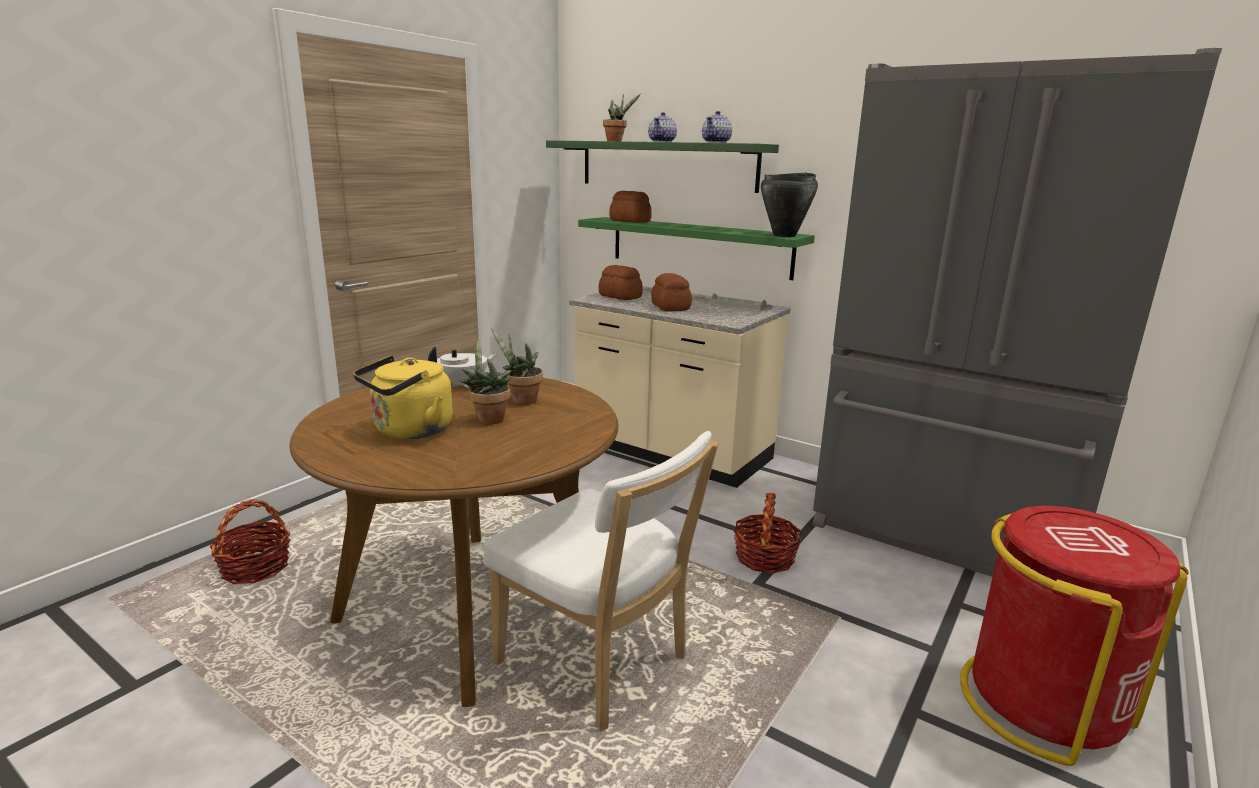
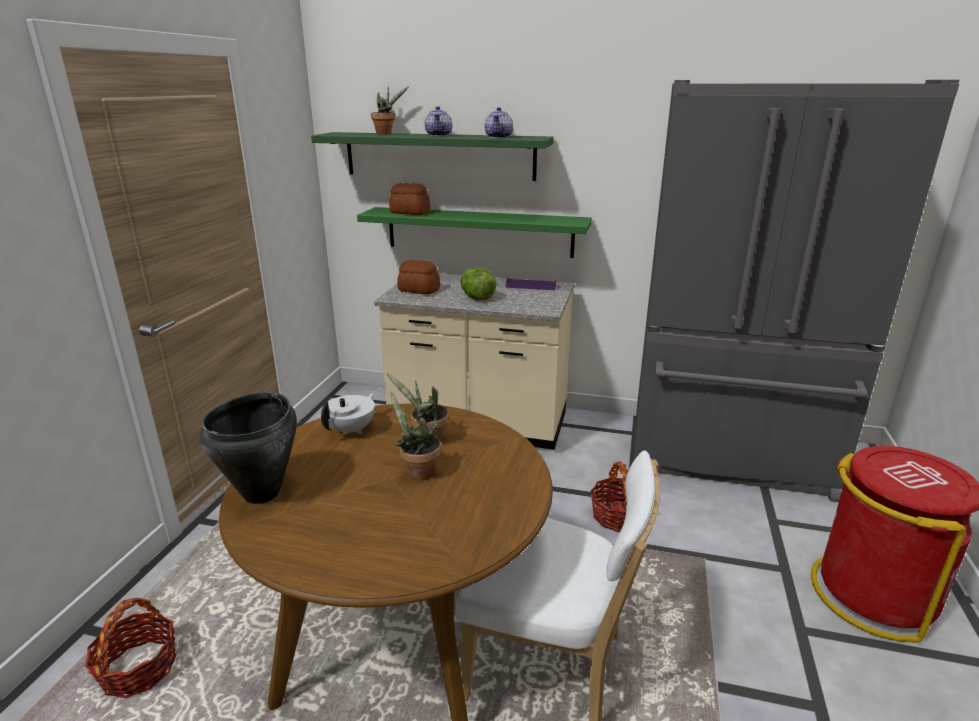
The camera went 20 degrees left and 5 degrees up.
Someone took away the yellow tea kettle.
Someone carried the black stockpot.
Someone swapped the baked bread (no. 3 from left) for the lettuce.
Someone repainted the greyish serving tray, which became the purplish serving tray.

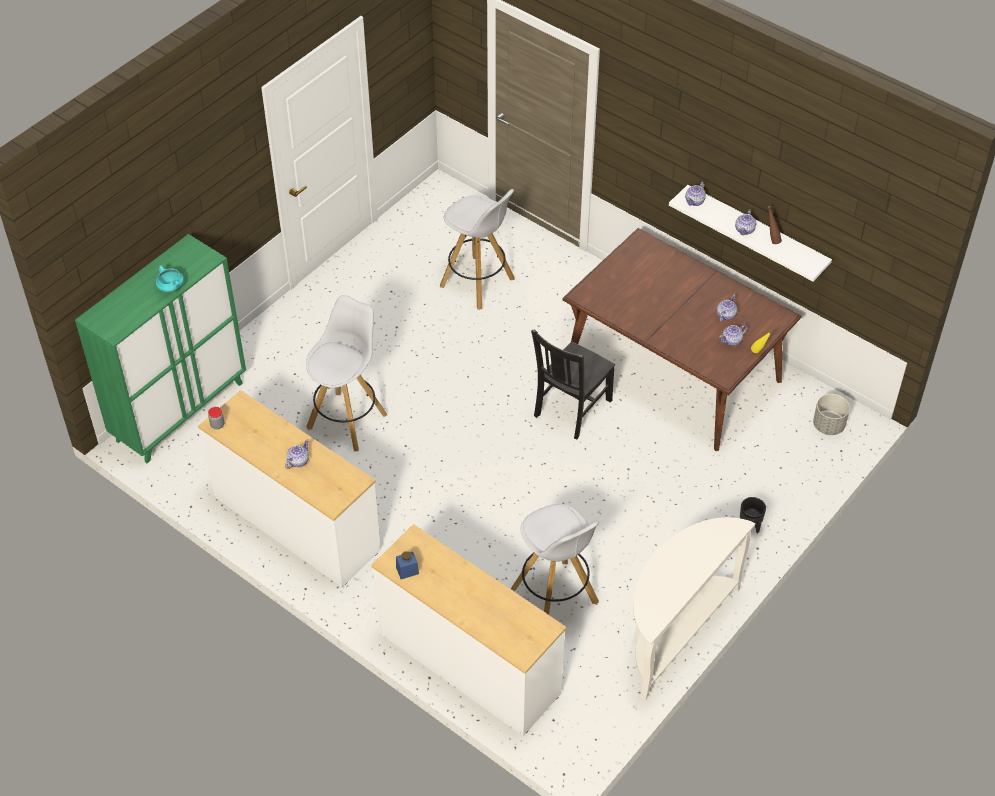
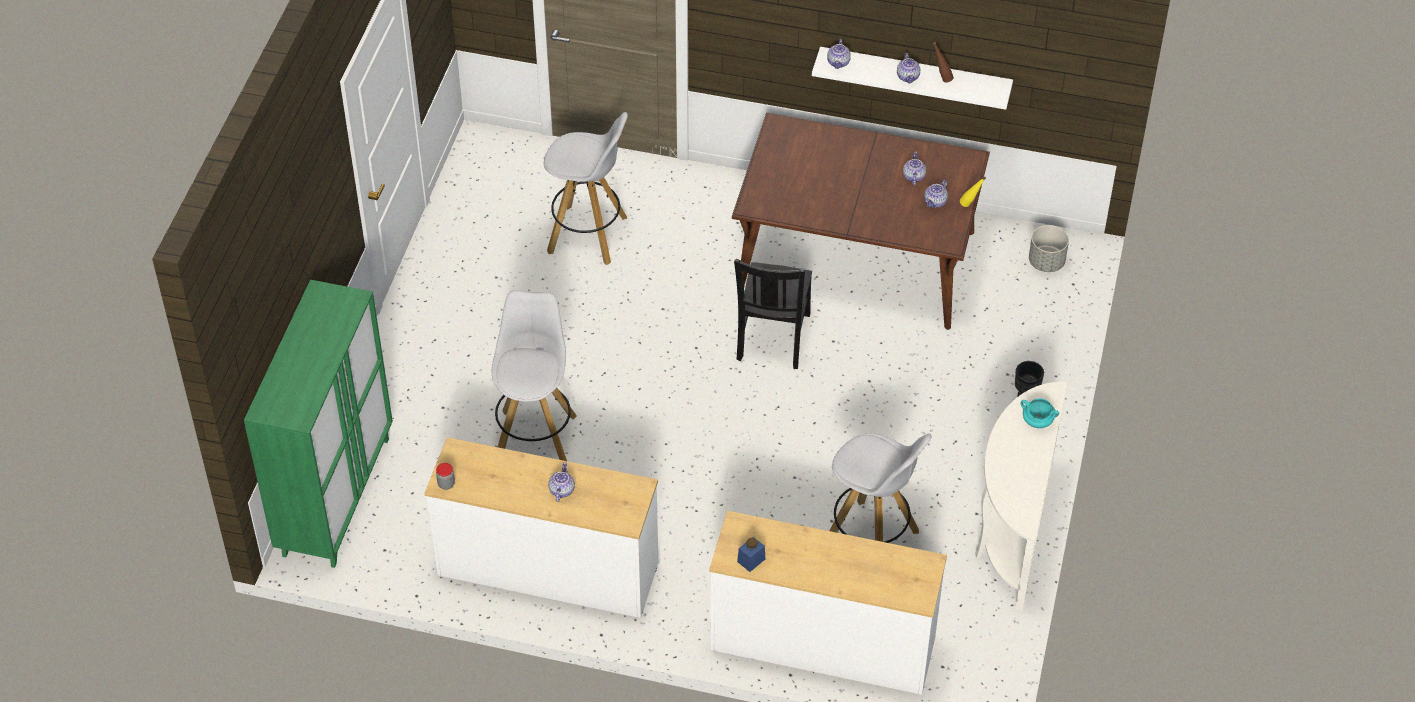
The camera went 25 degrees left and 0 degrees up.
Someone carried the turquoise stockpot.

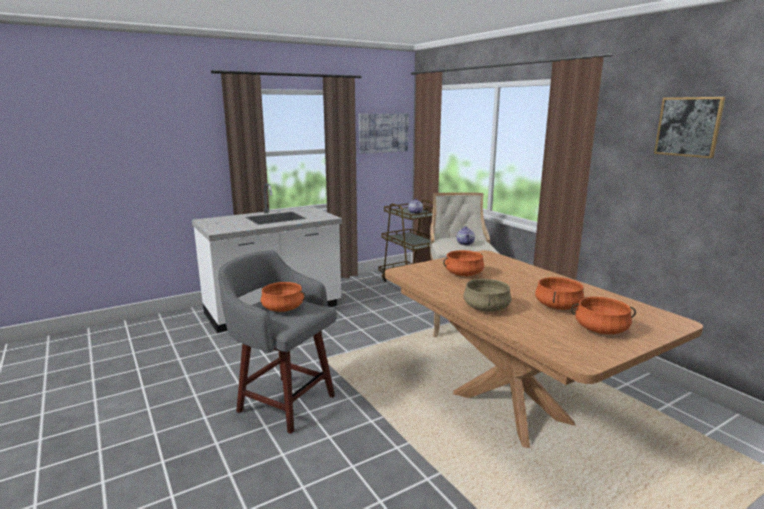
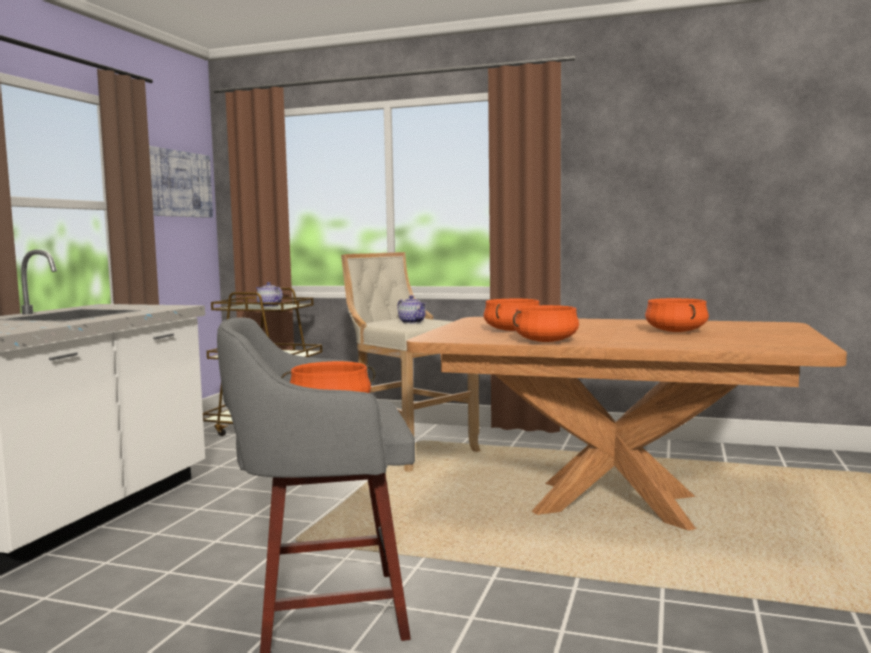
The camera went 40 degrees left and 10 degrees down.
Someone took away the beige stockpot.
Someone took away the picture (no. 2 from left).
Someone carried the orange stockpot (no. 4 from left in the first image).

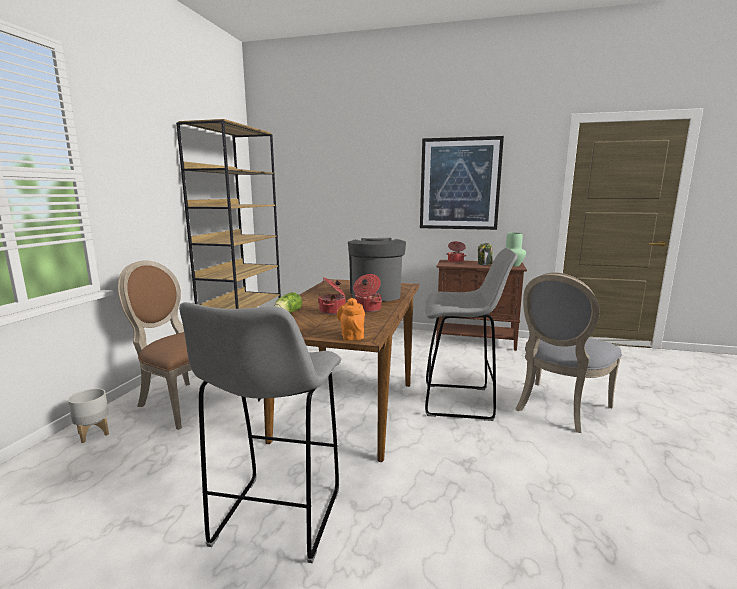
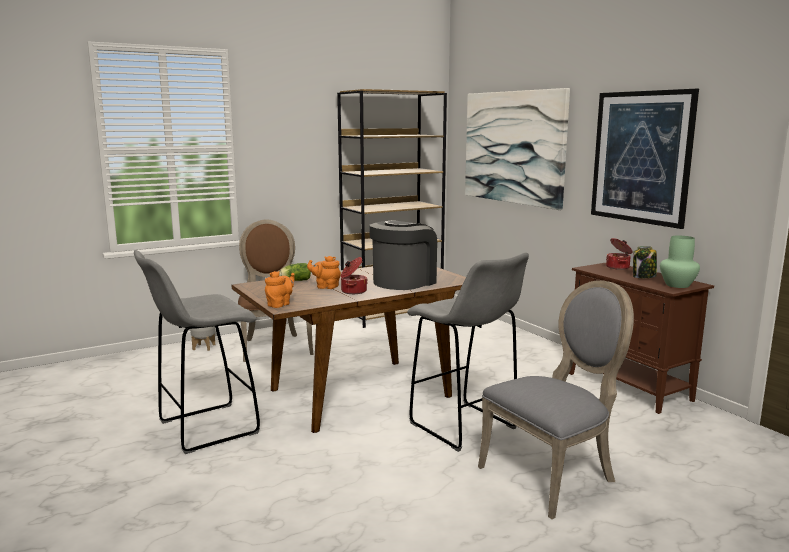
The camera went 45 degrees right and 0 degrees up.
Someone put up the picture (no. 1 from left).
Someone swapped the stockpot (no. 1 from left) for the orange tea pot (no. 2 from left).
Someone rotated the greyish chair by 150 degrees clockwise.

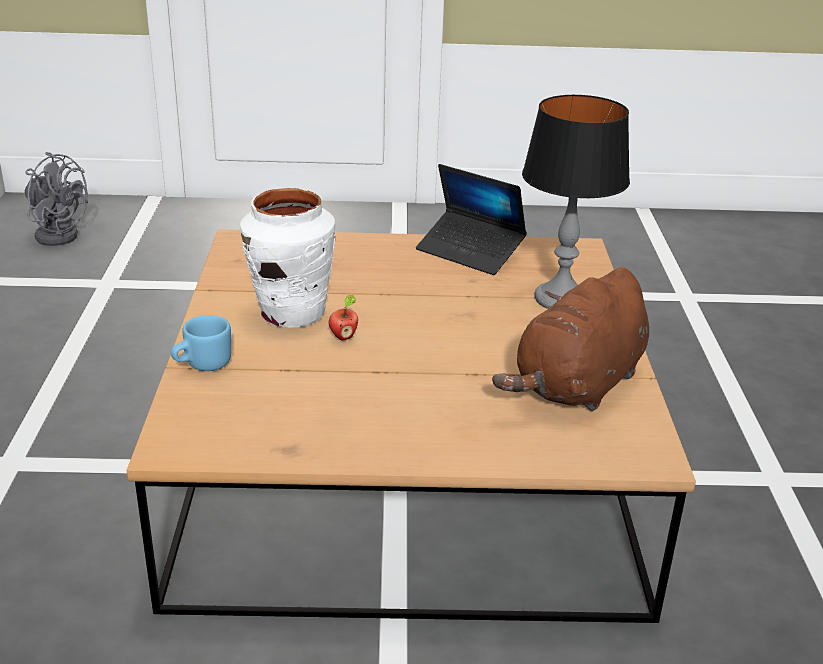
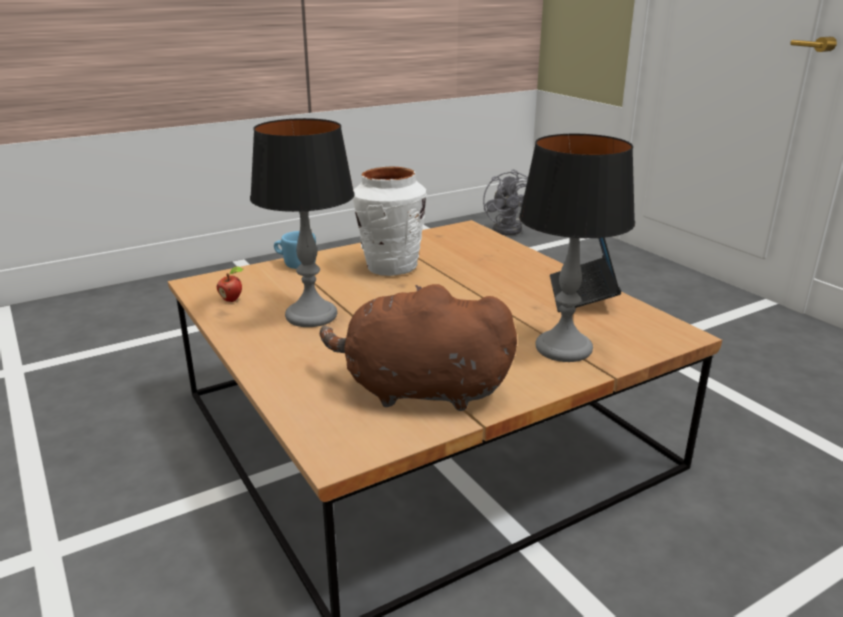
The camera went 60 degrees right and 5 degrees down.
Someone put down the table lamp (no. 1 from left).
Someone carried the apple fruit.

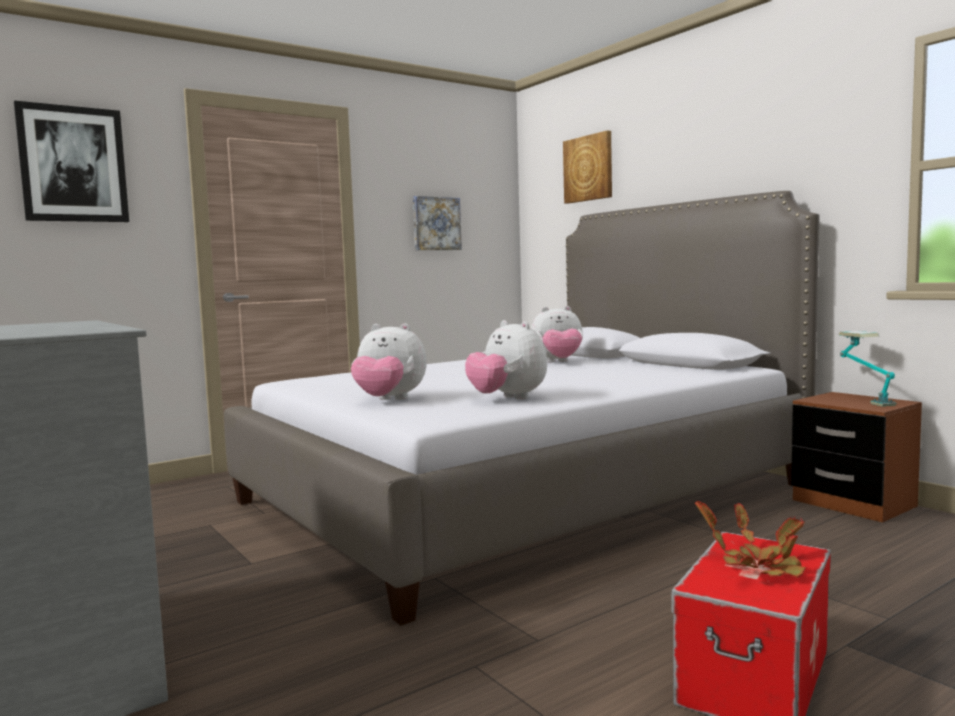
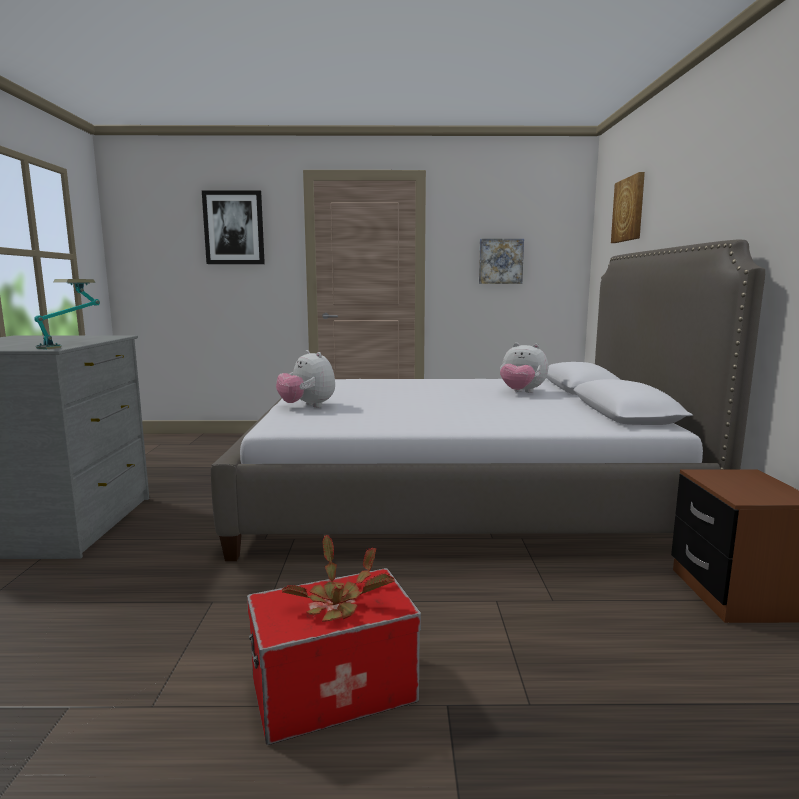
The camera went 35 degrees right and 5 degrees up.
Someone took away the plush toy (no. 2 from left).
Someone carried the table lamp.

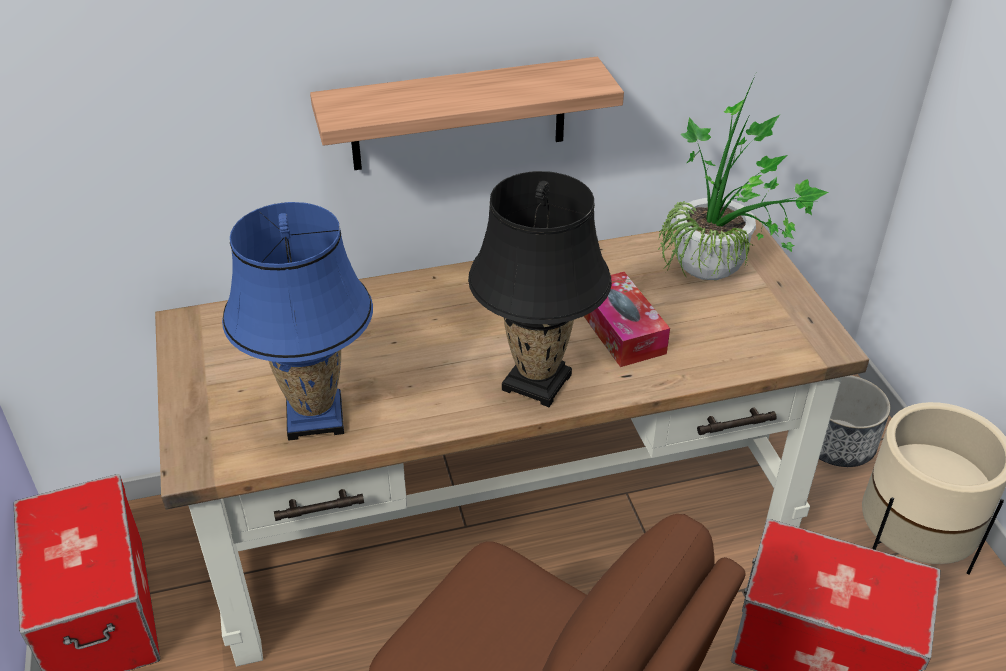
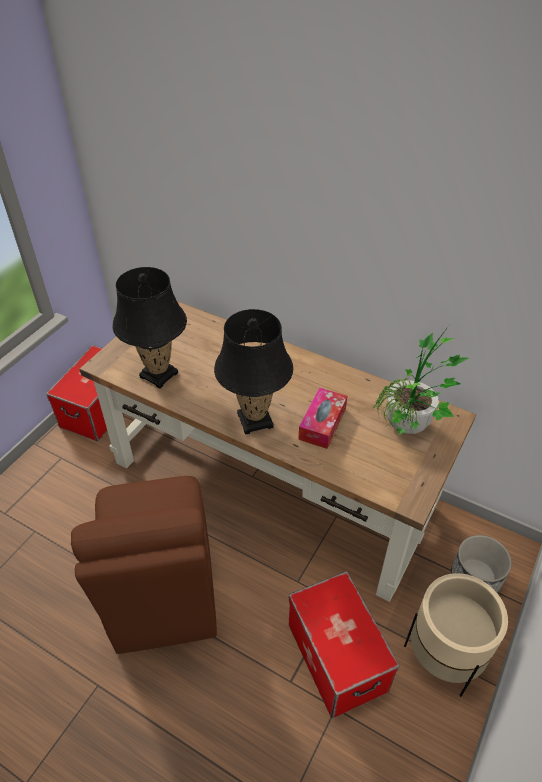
The camera went 45 degrees right and 5 degrees up.
Someone took away the shelf.
Someone repainted the blue-coloured table lamp, which became the black table lamp (no. 1 from left).

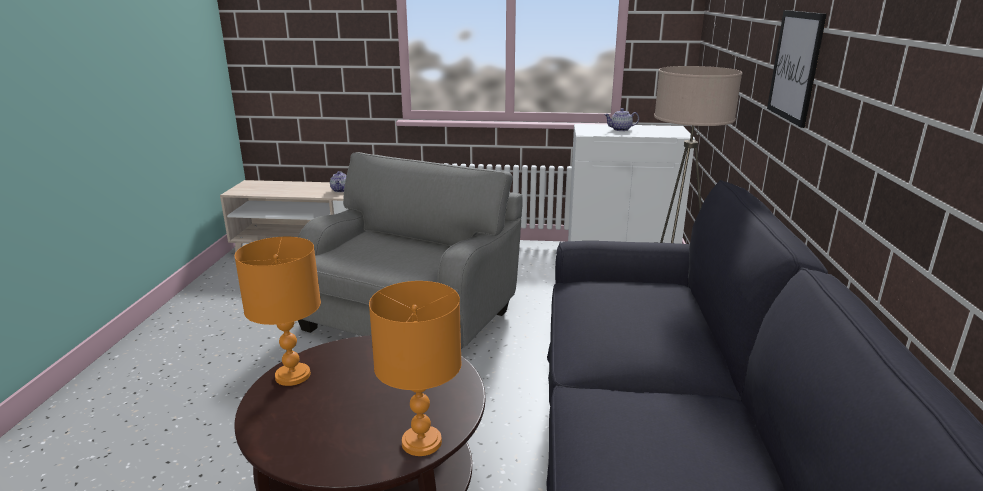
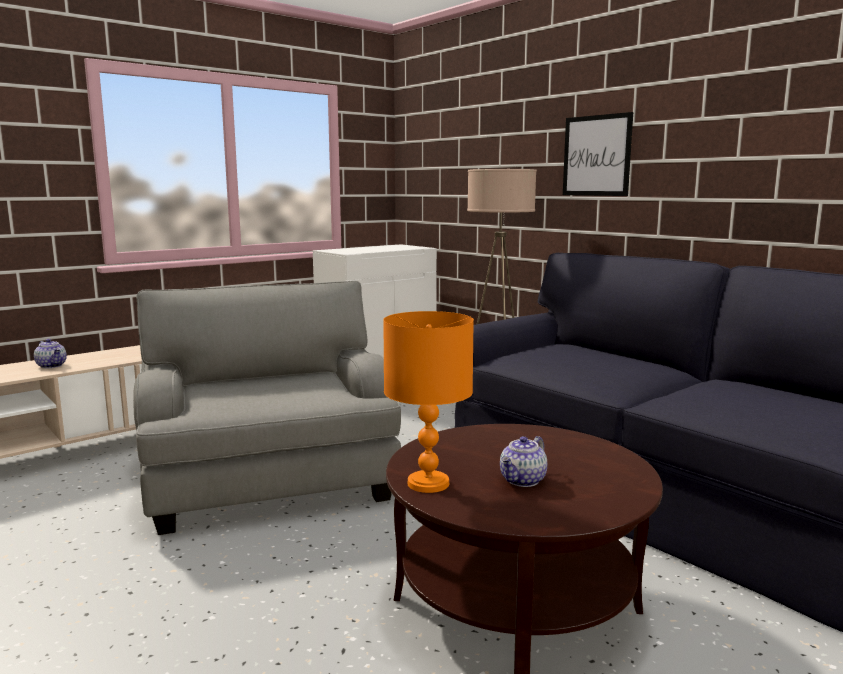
The camera went 45 degrees left and 10 degrees down.
Someone took away the orange table lamp (no. 2 from left).
Someone carried the tea pot (no. 2 from left).

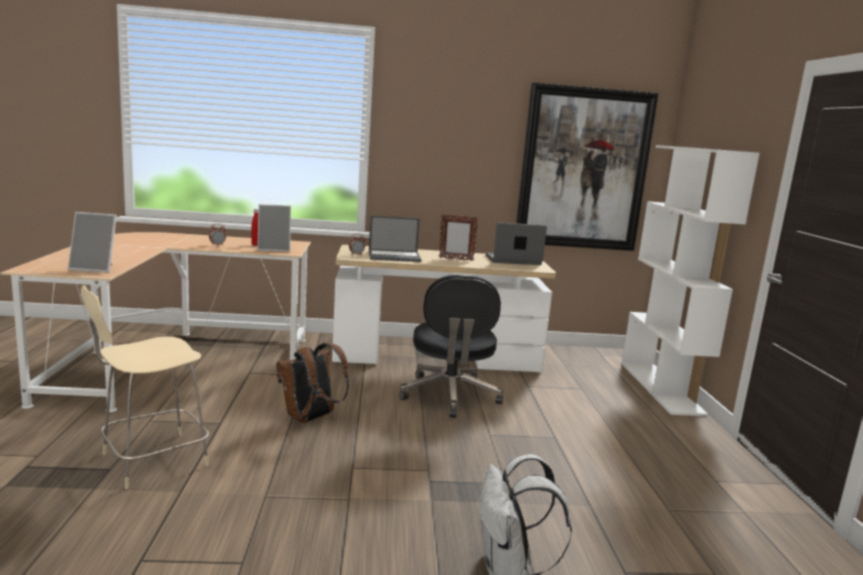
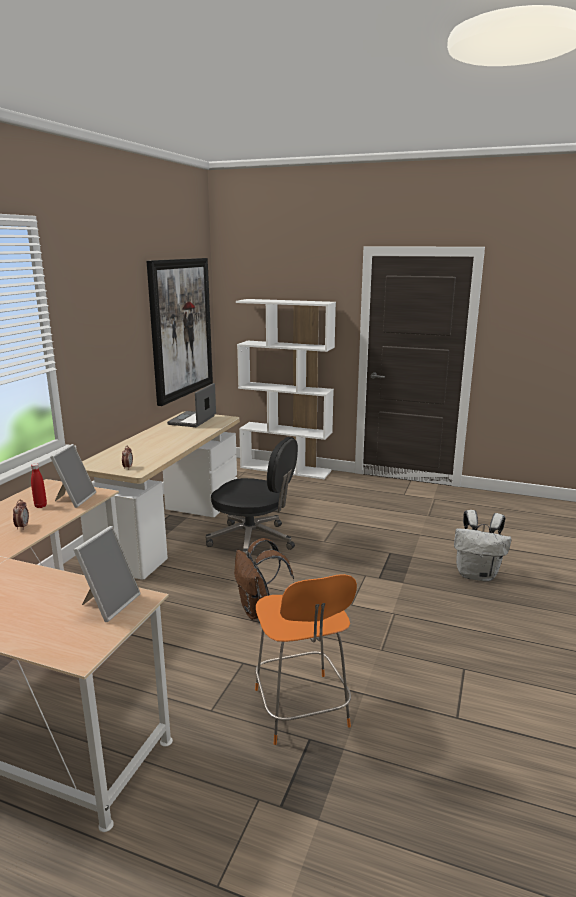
The camera went 65 degrees left and 5 degrees up.
Someone took away the portable computer (no. 1 from left).
Someone took away the standing frame (no. 3 from left).
Someone repainted the beige chair, which became the orange chair.

